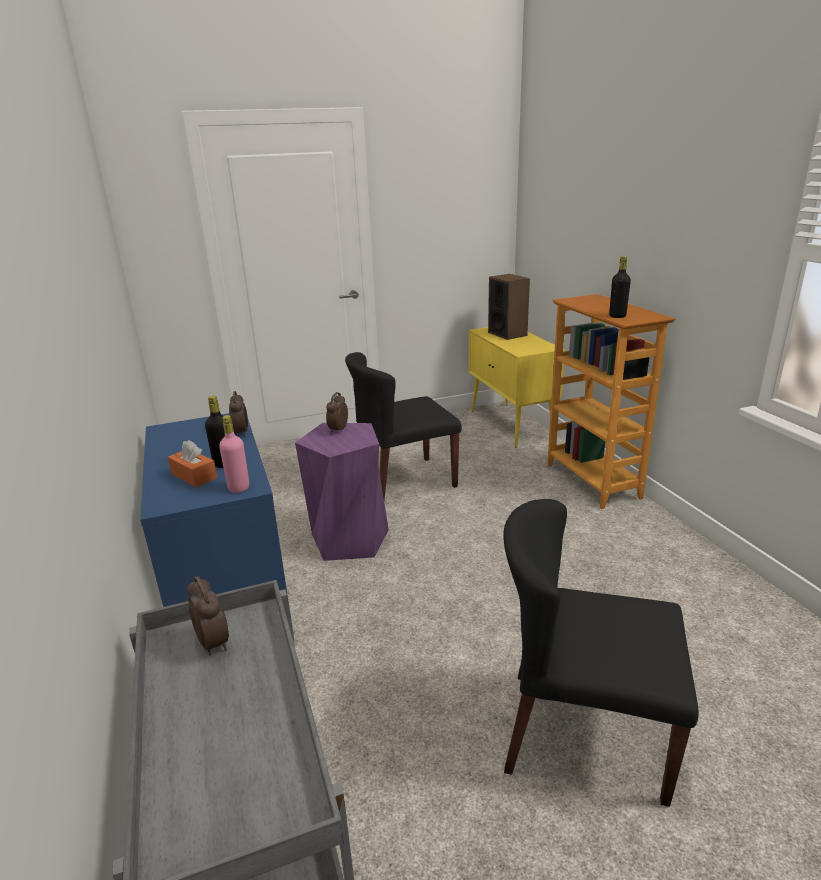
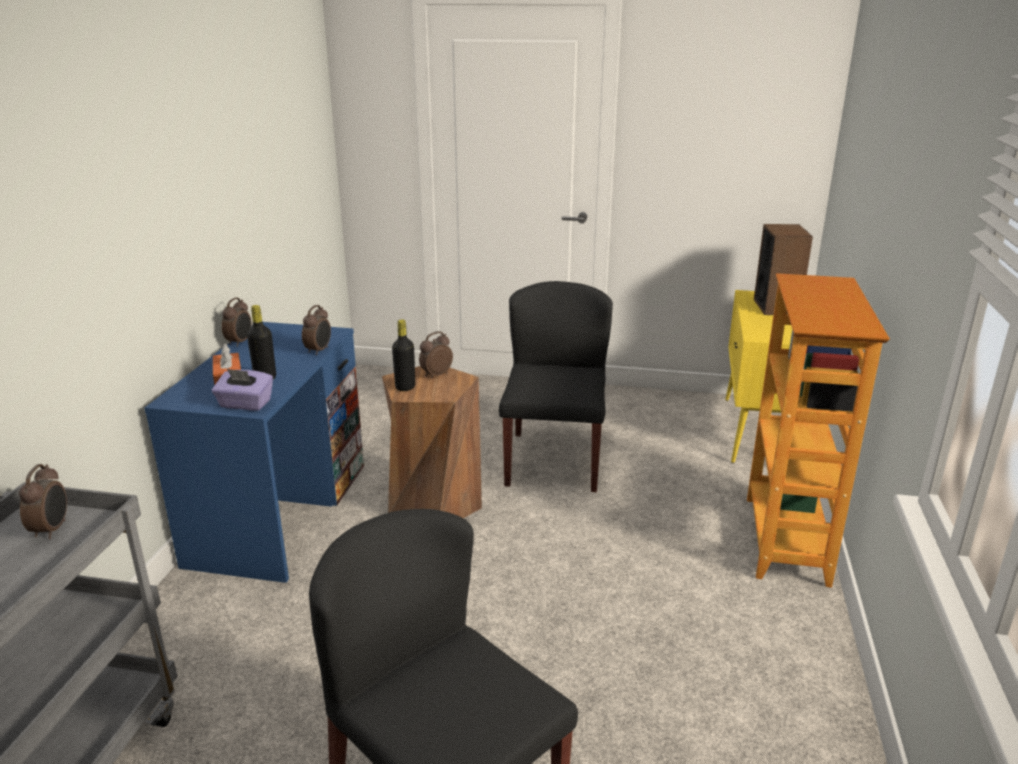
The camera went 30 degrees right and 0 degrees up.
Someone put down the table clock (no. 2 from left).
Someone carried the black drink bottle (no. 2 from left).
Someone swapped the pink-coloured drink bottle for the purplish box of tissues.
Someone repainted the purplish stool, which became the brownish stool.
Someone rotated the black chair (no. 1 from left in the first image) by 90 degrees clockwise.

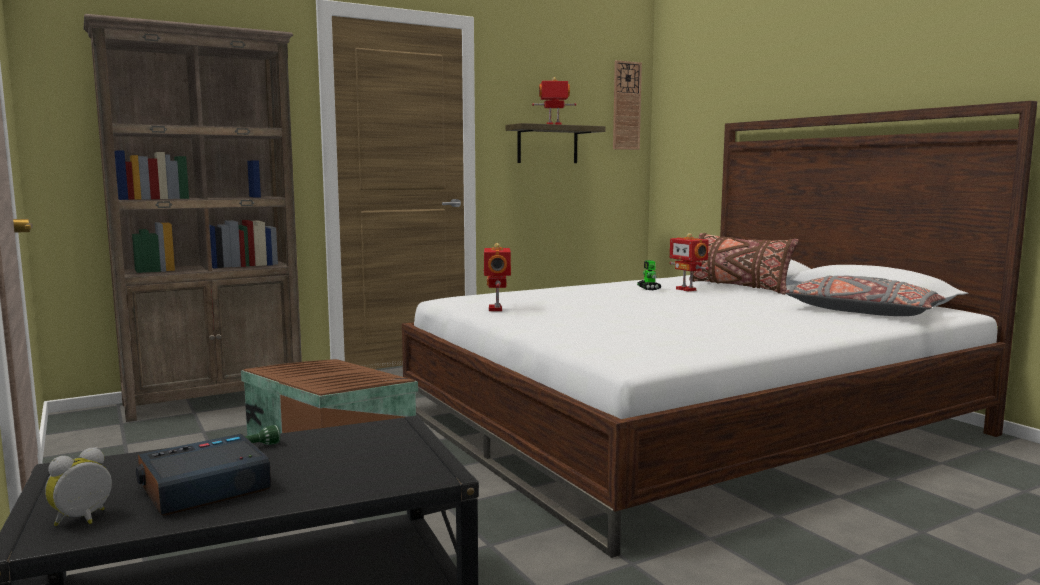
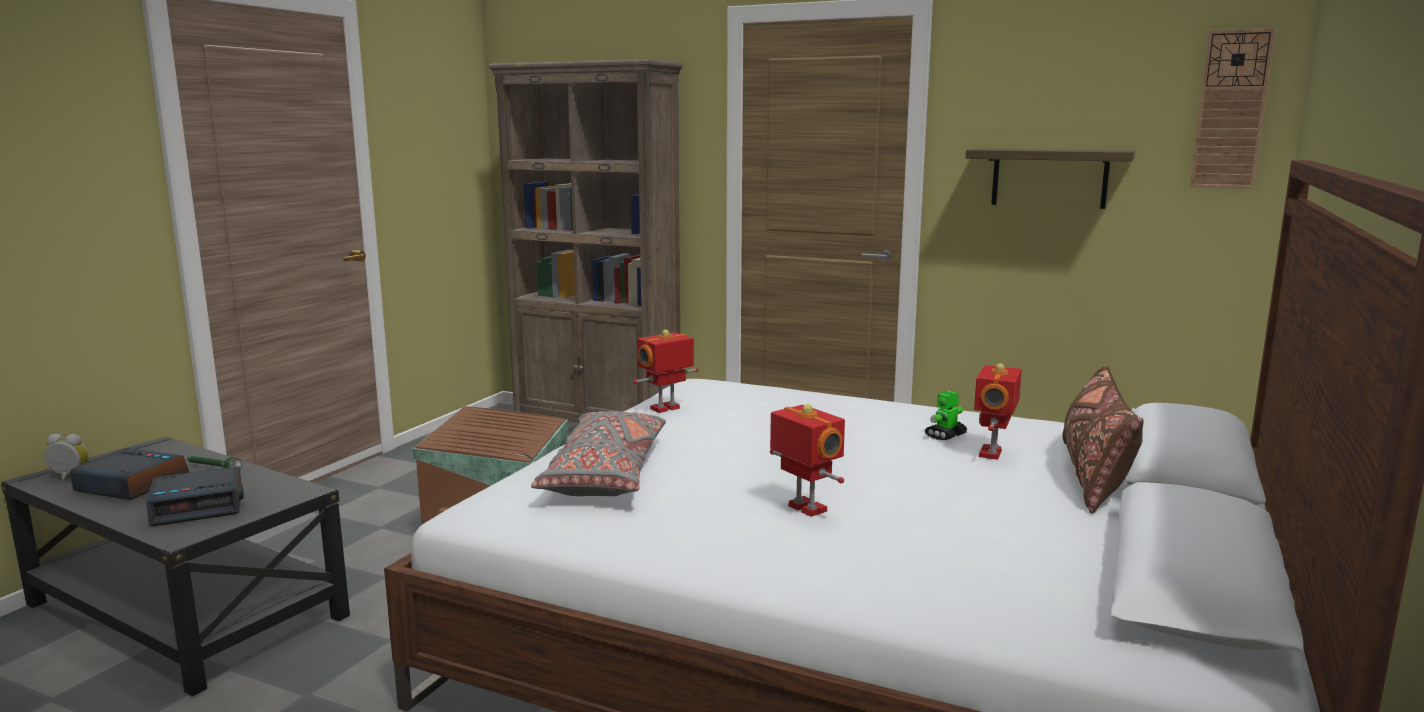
The camera went 55 degrees right and 5 degrees up.
Someone put down the table clock (no. 3 from left).
Someone carried the toy robot (no. 2 from left).
Someone carried the greyish throw pillow.

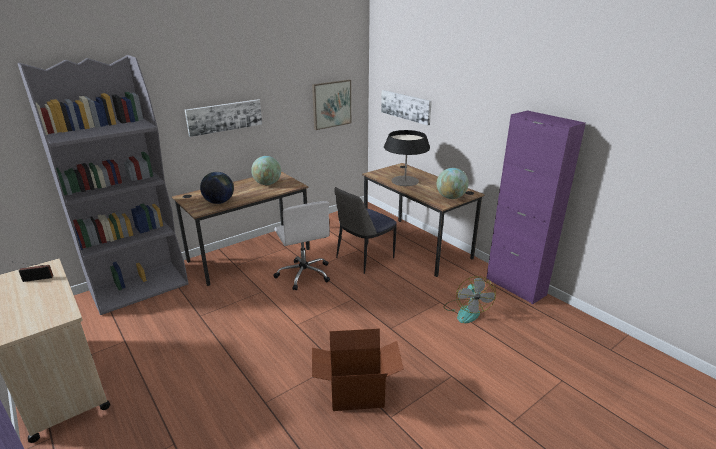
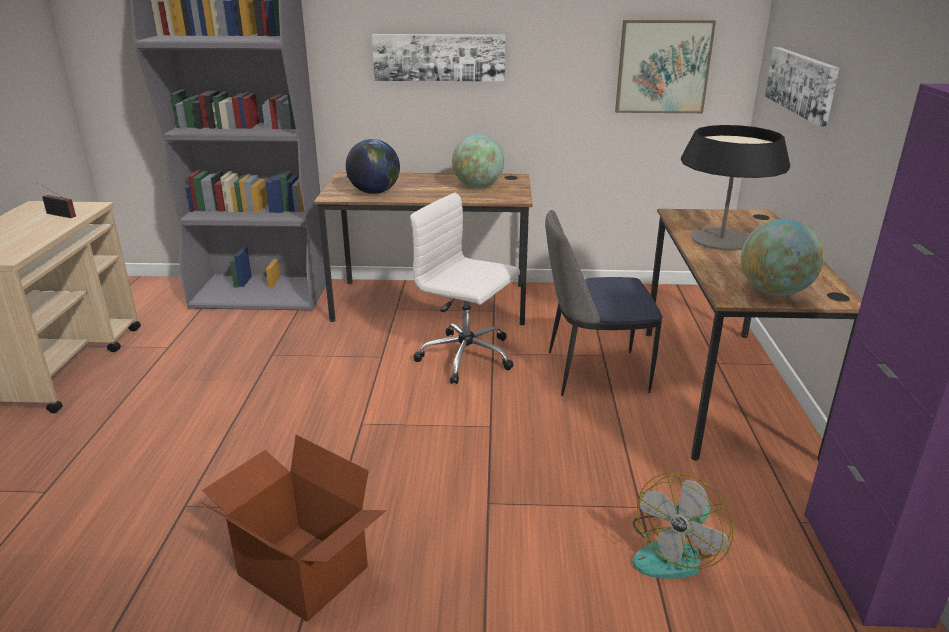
The camera went 40 degrees right and 0 degrees up.
Someone rotated the white-coloured desk chair by 105 degrees clockwise.

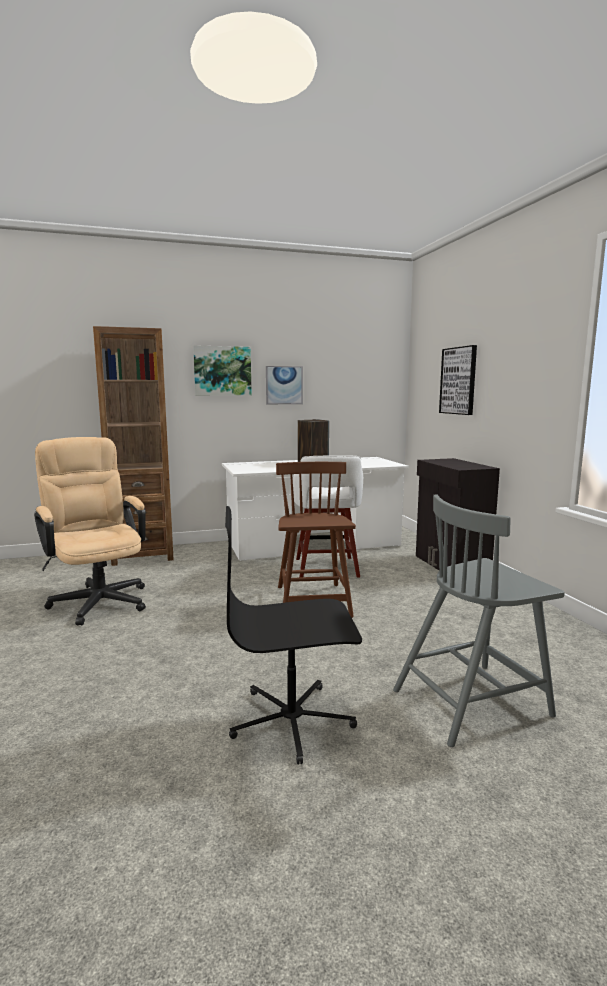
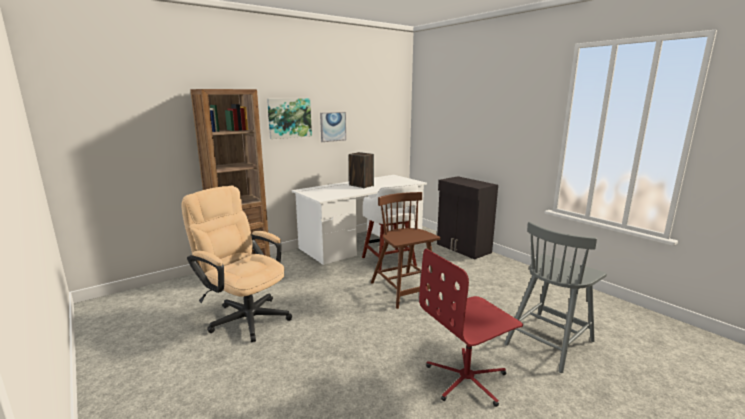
The camera went 20 degrees left and 5 degrees up.
Someone took away the picture (no. 3 from left).
Someone repainted the black desk chair, which became the red-coloured desk chair.

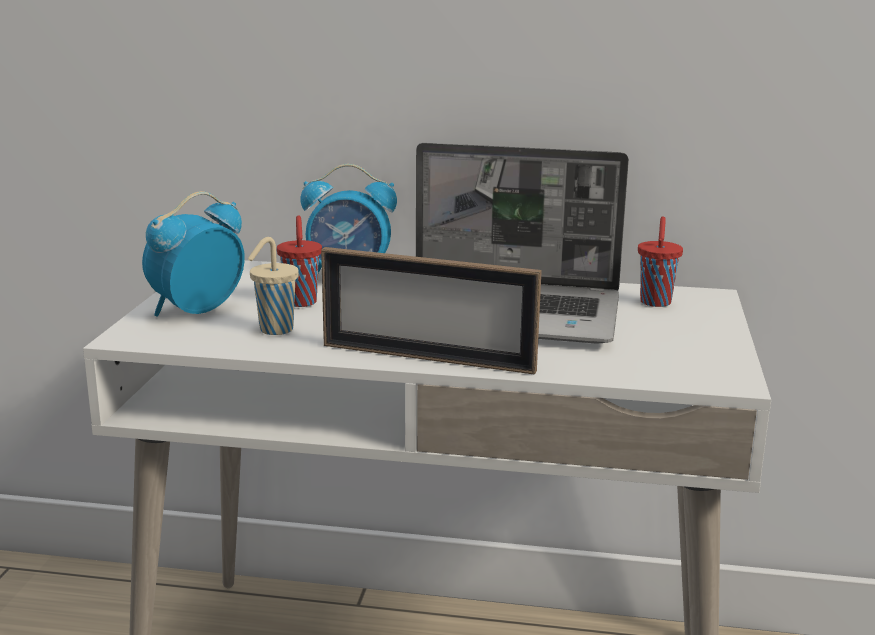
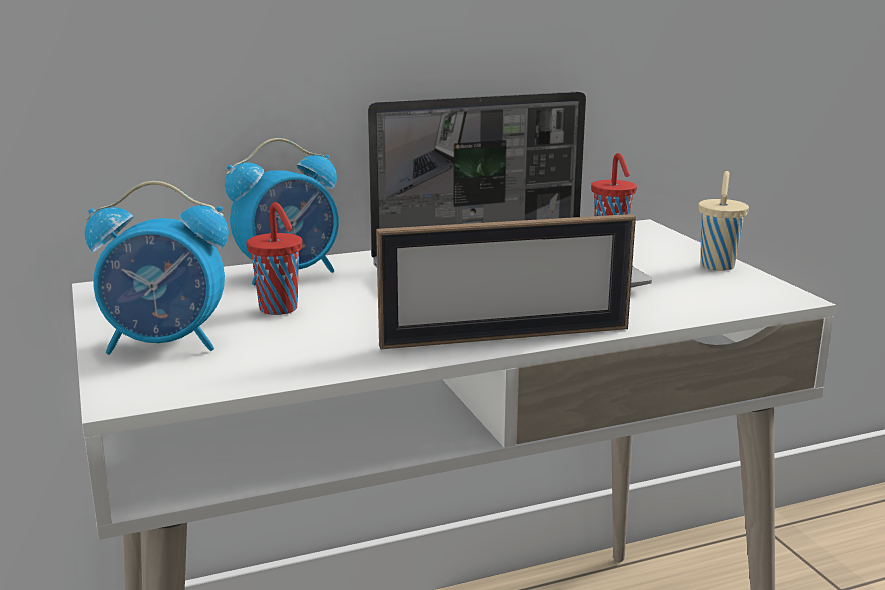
The camera went 30 degrees left and 0 degrees up.
Someone carried the beige drinking cup.
Someone rotated the table clock (no. 1 from left) by 105 degrees counterclockwise.

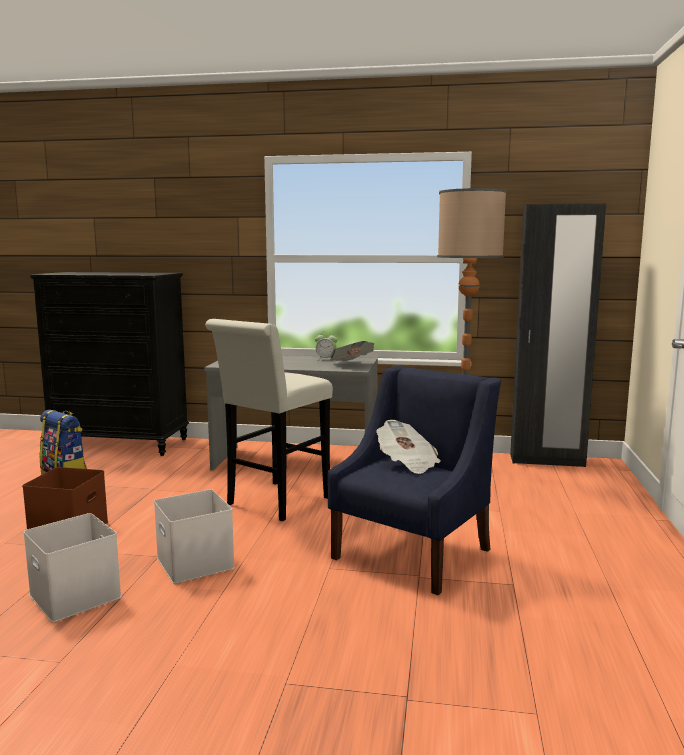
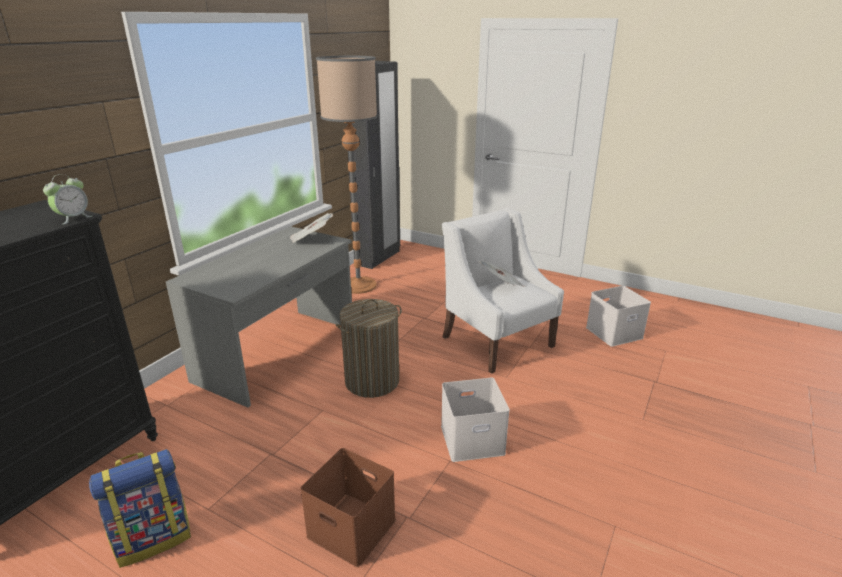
The camera went 70 degrees left and 15 degrees up.
Someone carried the white-coloured storage container (no. 1 from left in the first image).
Someone carried the table clock.
Someone swapped the white-coloured stool for the hamper.
Someone repainted the blue-coloured easy chair, which became the white-coloured easy chair.

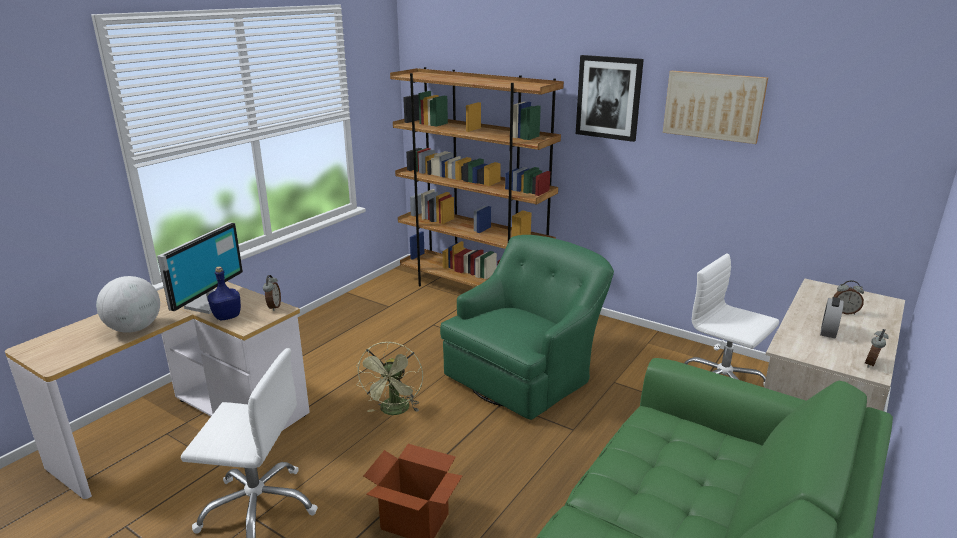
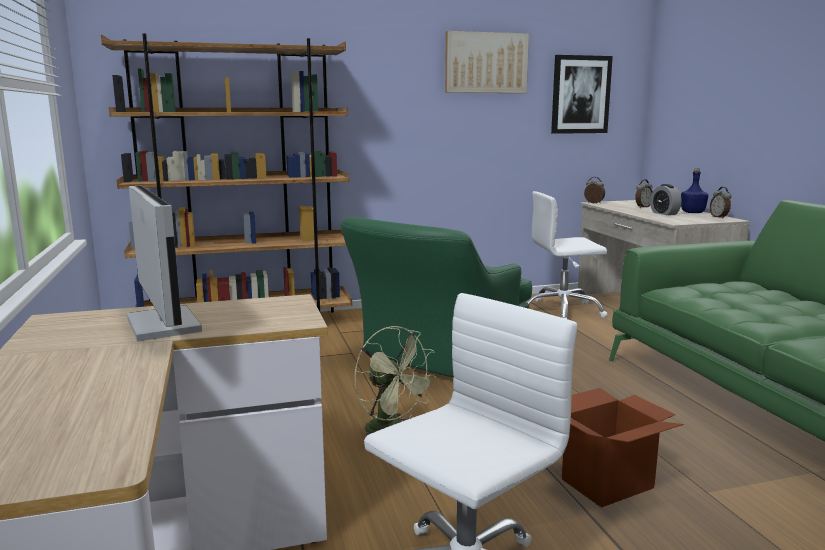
The camera went 50 degrees left and 10 degrees down.
Someone took away the world globe.
Someone carried the blue-coloured drink bottle.
Someone carried the table clock (no. 1 from left).
Someone carried the picture (no. 1 from left in the first image).
Someone rotated the green easy chair by 135 degrees counterclockwise.

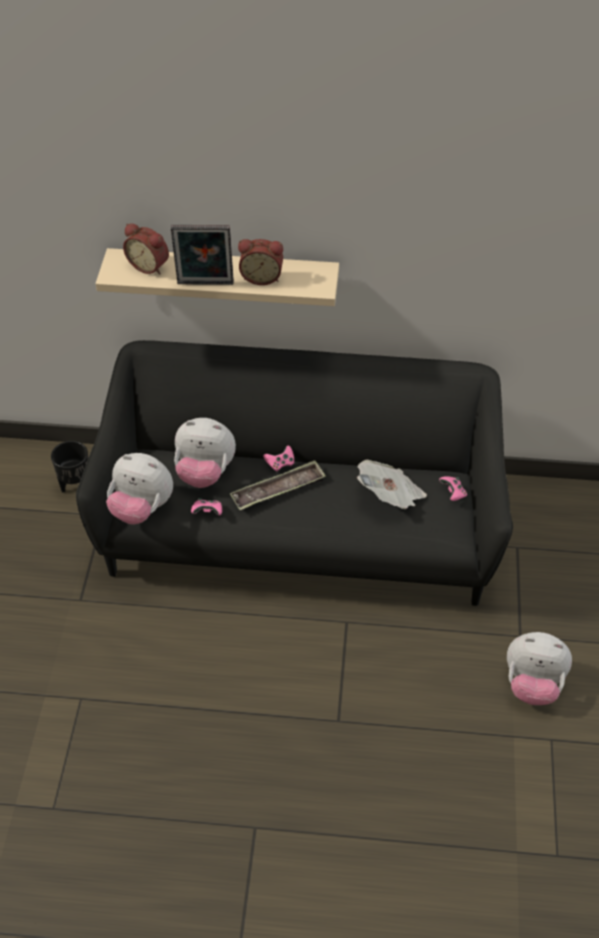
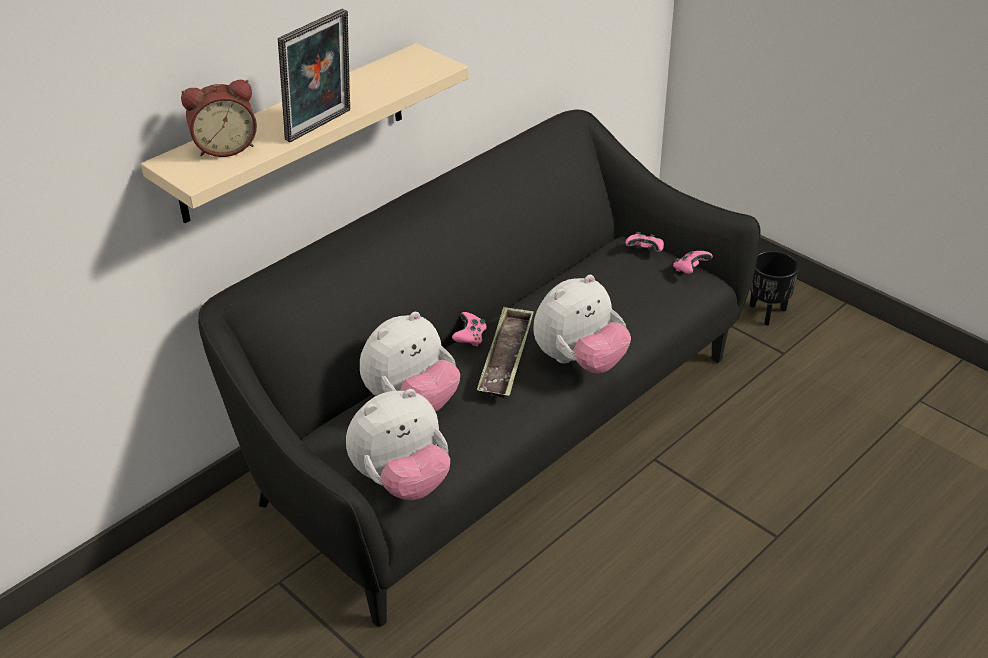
The camera went 50 degrees left and 10 degrees down.
Someone took away the table clock (no. 2 from left).
Someone took away the printed paper.
Someone carried the black plant pot.
Someone carried the pink-coloured joypad (no. 1 from left in the first image).
Someone carried the plush toy (no. 3 from left).

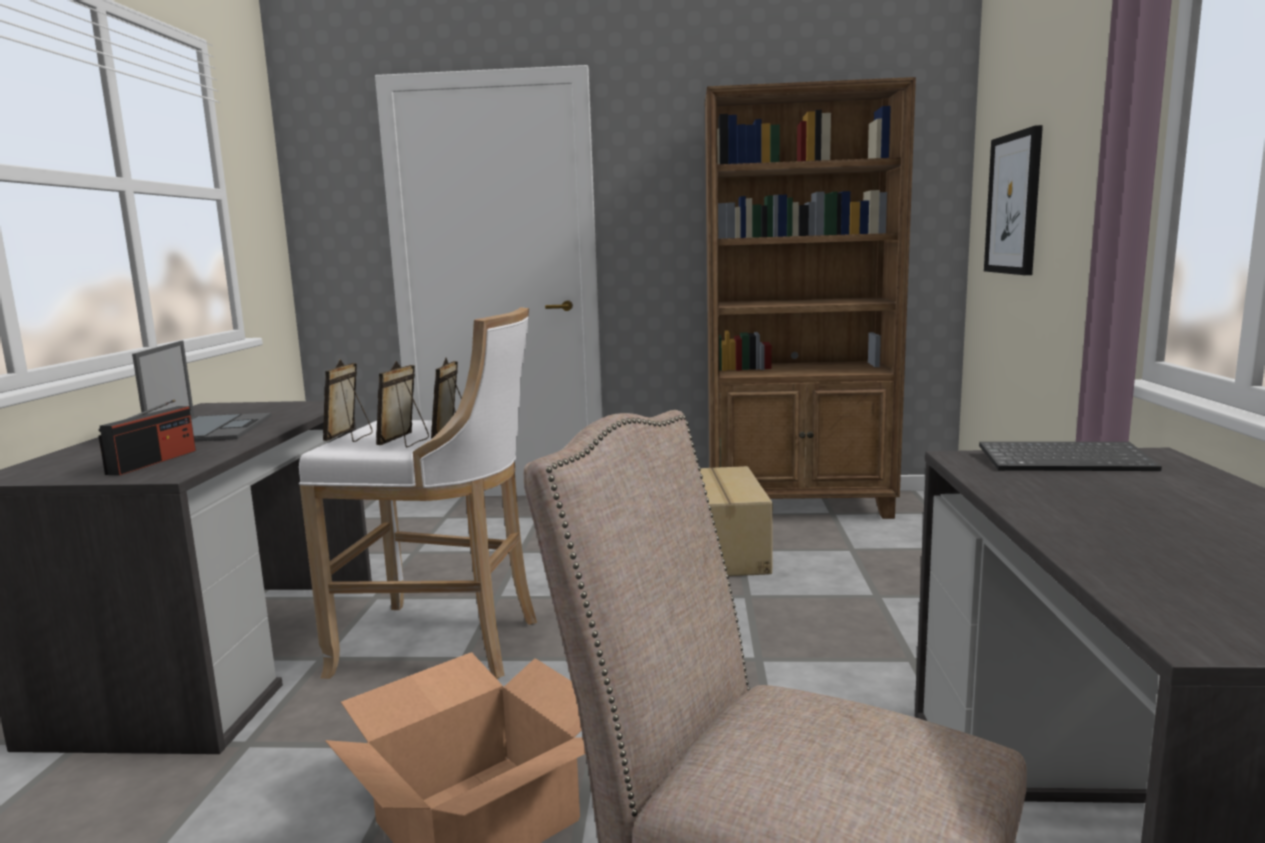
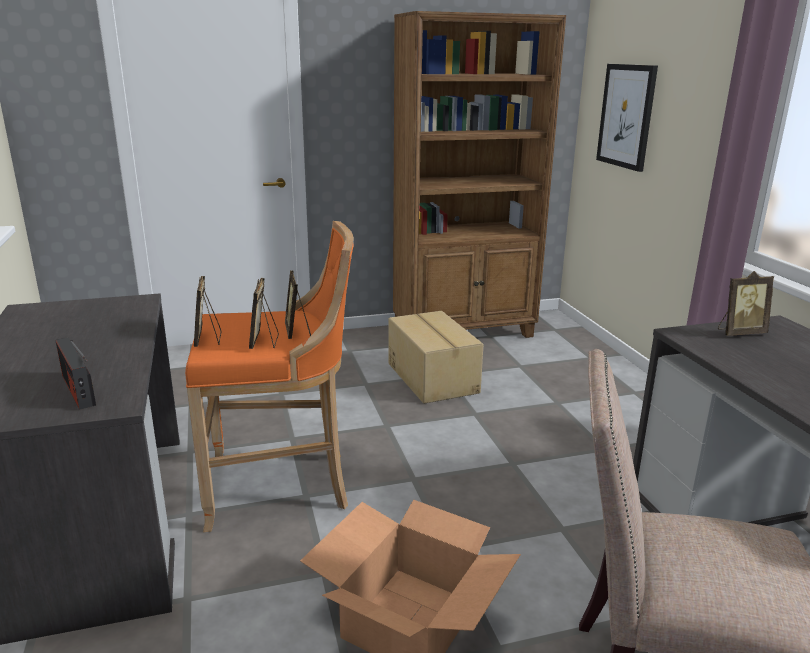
The camera went 20 degrees left and 10 degrees up.
Someone took away the portable computer.
Someone swapped the PC keyboard for the standing frame (no. 4 from left).
Someone repainted the white-coloured stool, which became the orange stool.
Someone rotated the radio set by 150 degrees clockwise.

